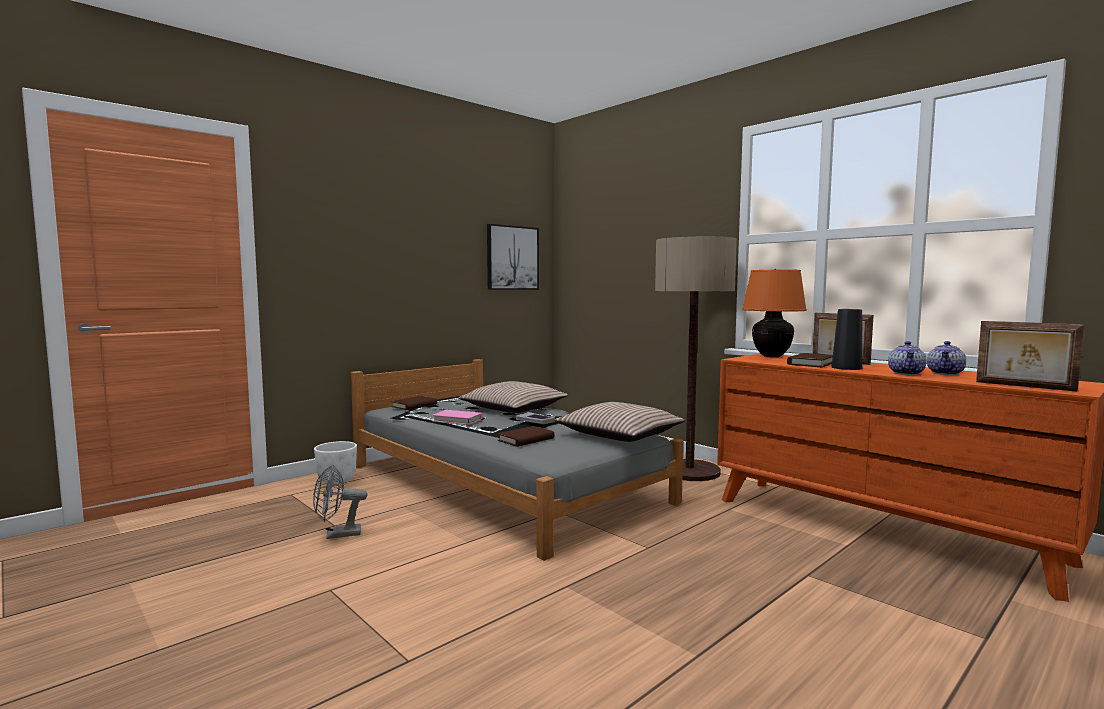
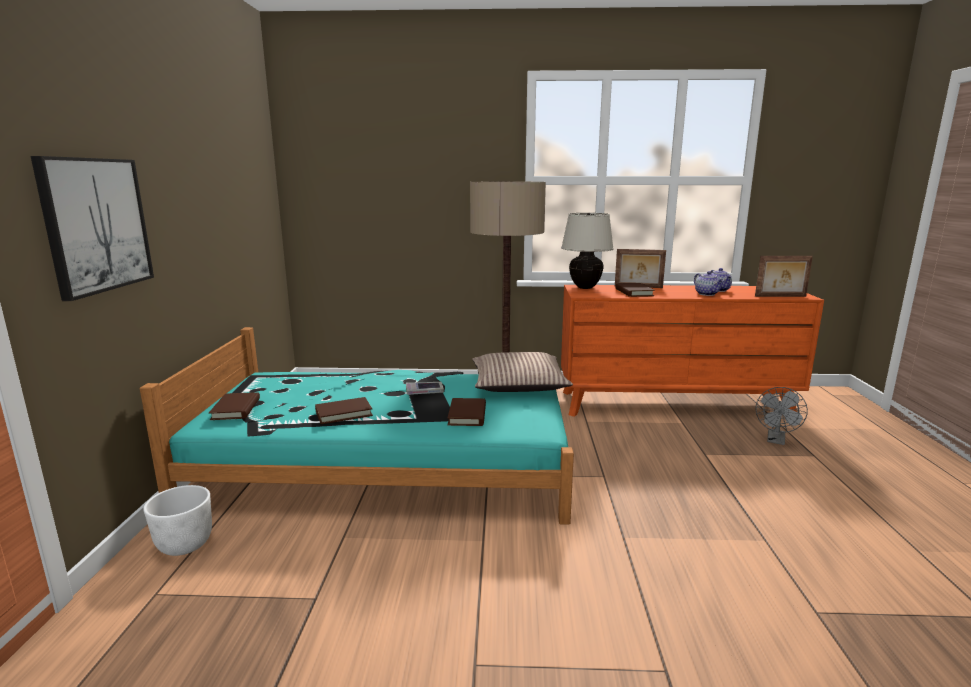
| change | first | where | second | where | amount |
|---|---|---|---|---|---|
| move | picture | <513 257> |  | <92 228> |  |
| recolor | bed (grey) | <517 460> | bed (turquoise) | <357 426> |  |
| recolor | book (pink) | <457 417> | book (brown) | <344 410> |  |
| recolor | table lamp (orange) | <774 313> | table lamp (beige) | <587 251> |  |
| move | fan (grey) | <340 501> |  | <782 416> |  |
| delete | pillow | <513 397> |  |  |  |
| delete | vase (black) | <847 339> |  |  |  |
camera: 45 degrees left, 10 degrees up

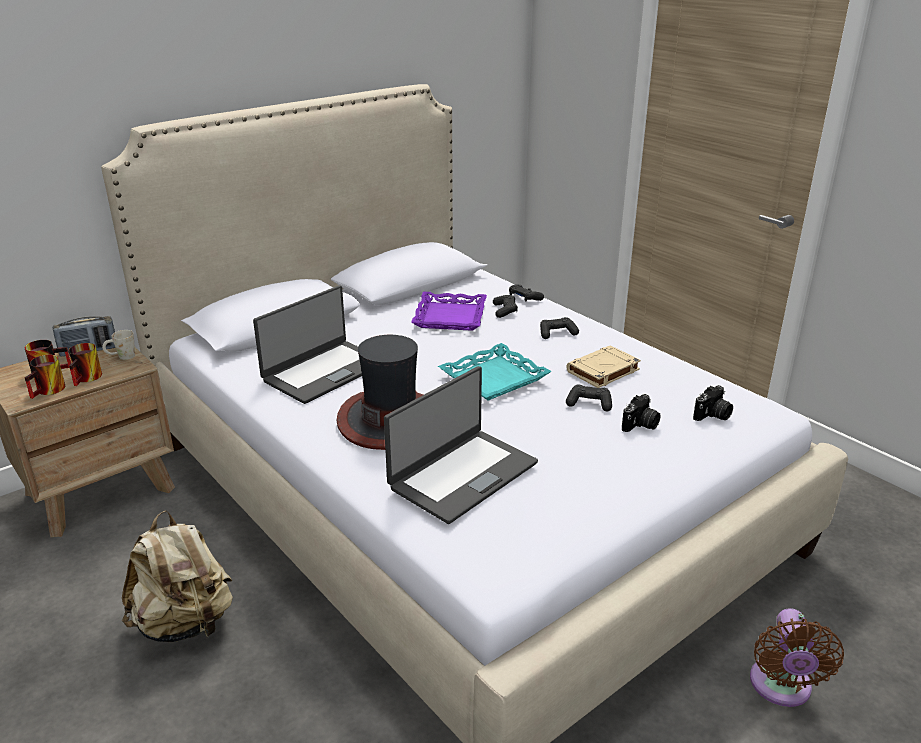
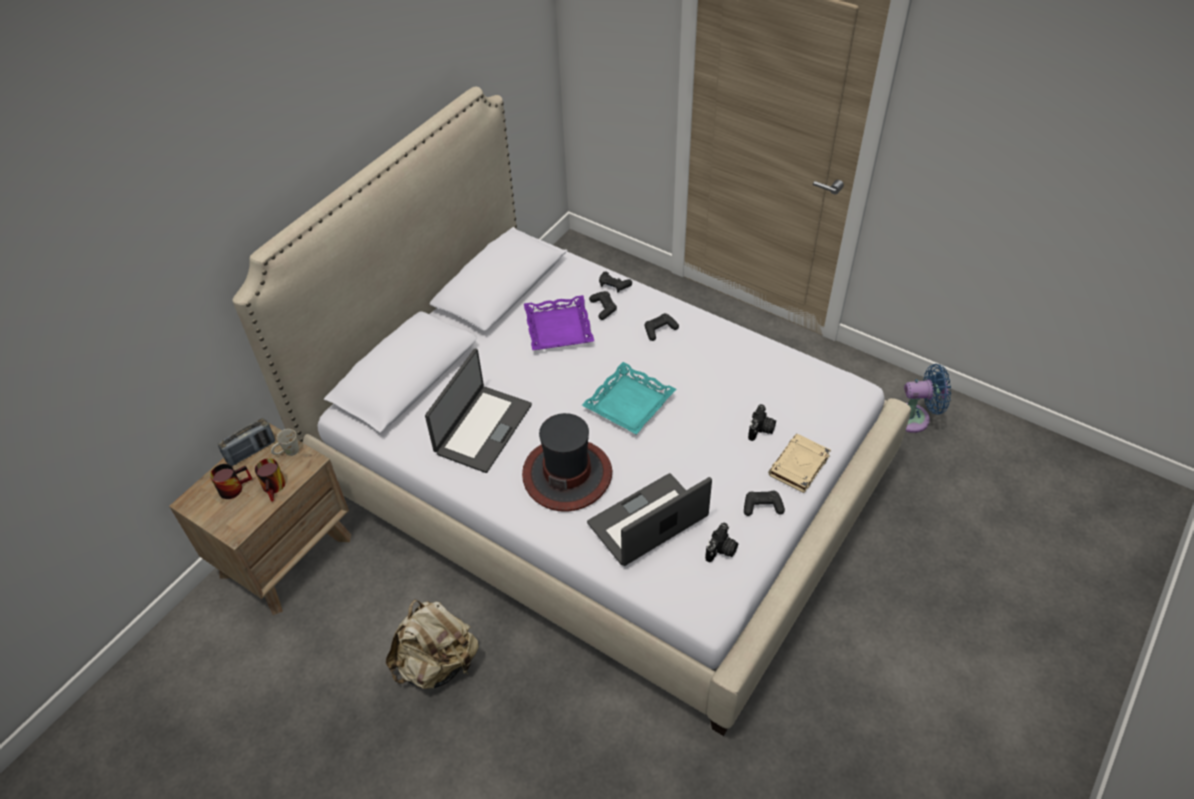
| change | first | where | second | where | amount |
|---|---|---|---|---|---|
| rotate | laptop | <461 445> |  | <649 519> | 150 degrees counterclockwise |
| move | photo camera | <713 403> |  | <721 542> |  |
| move | game controller (black) | <589 397> |  | <764 503> |  |
| move | book (beige) | <603 366> |  | <799 463> |  |
| insert |  |  | fan (blue) | <927 398> |  |
| delete | mug | <44 377> |  |  |  |
| delete | fan (brown) | <797 657> |  |  |  |
camera: 15 degrees left, 20 degrees up

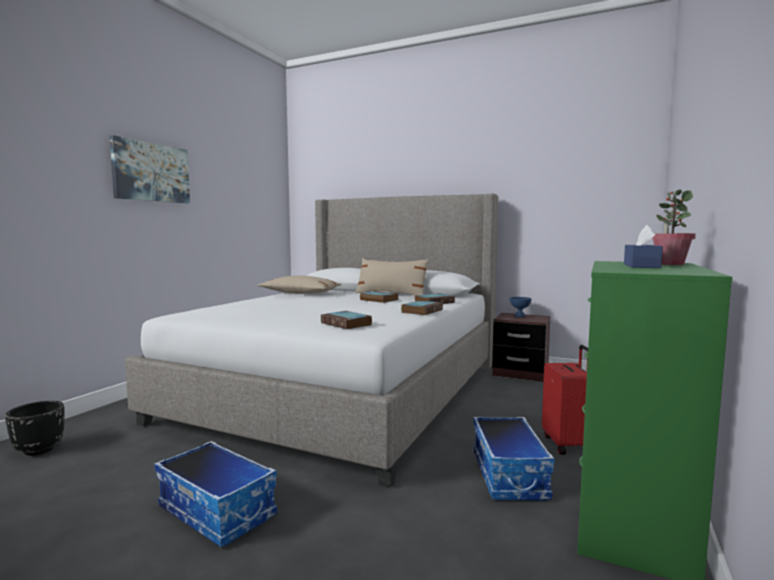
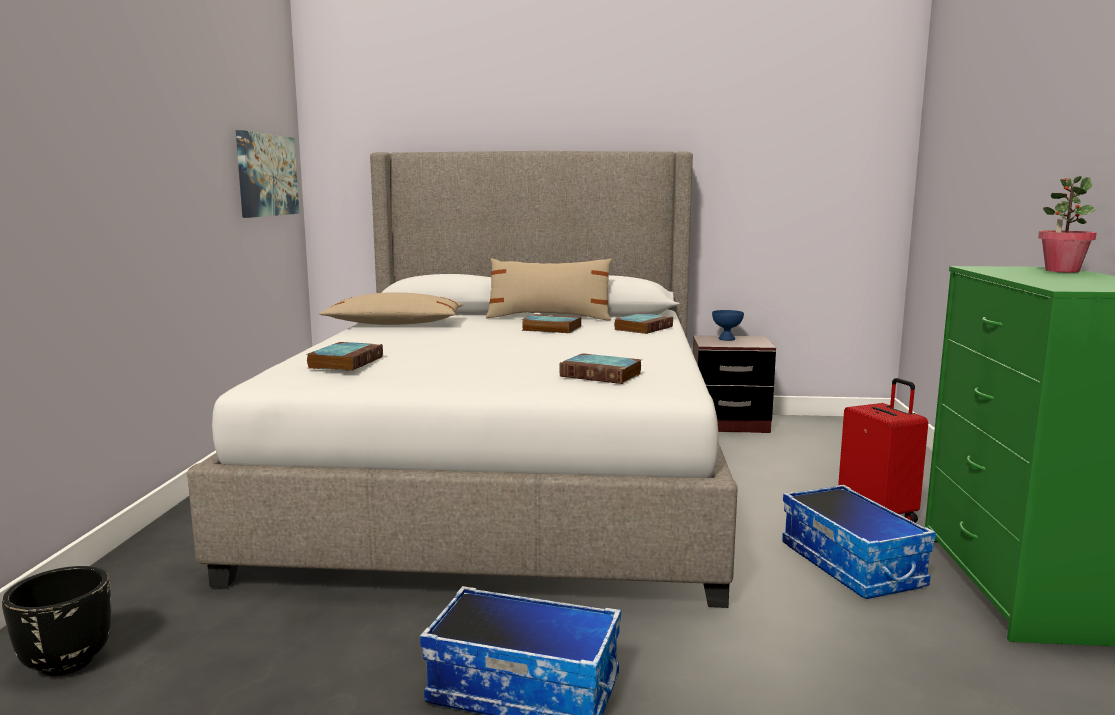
| change | first | where | second | where | amount |
|---|---|---|---|---|---|
| move | picture | <150 169> |  | <267 174> |  |
| move | book | <422 307> |  | <345 356> |  |
| delete | tissue box (blue) | <643 246> |  |  |  |
camera: 20 degrees left, 5 degrees up

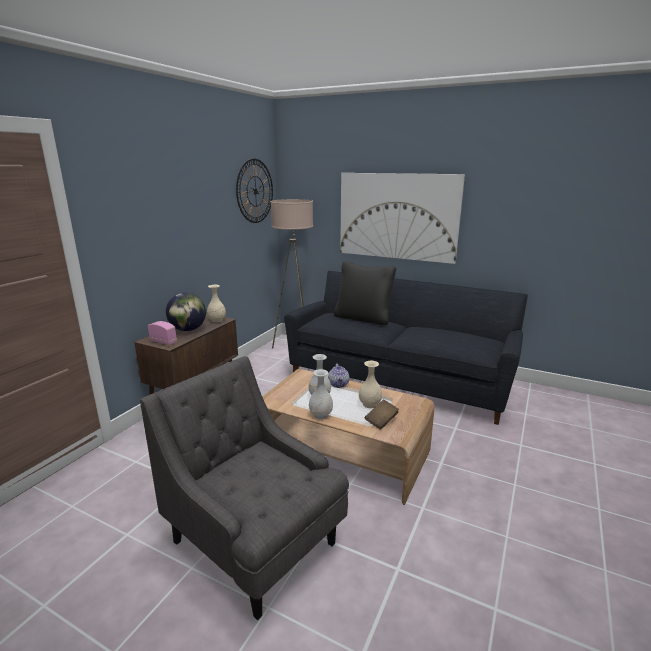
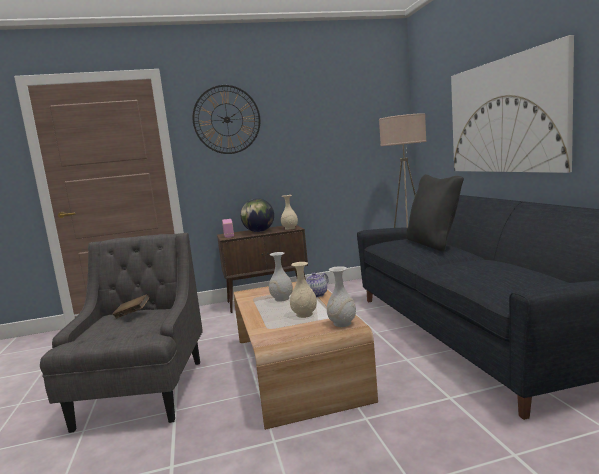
| change | first | where | second | where | amount |
|---|---|---|---|---|---|
| move | book (brown) | <382 414> |  | <130 306> |  |
| move | wall clock | <254 191> |  | <226 119> |  |
| move | vase (white) | <321 394> |  | <341 296> |  |
camera: 50 degrees right, 10 degrees down

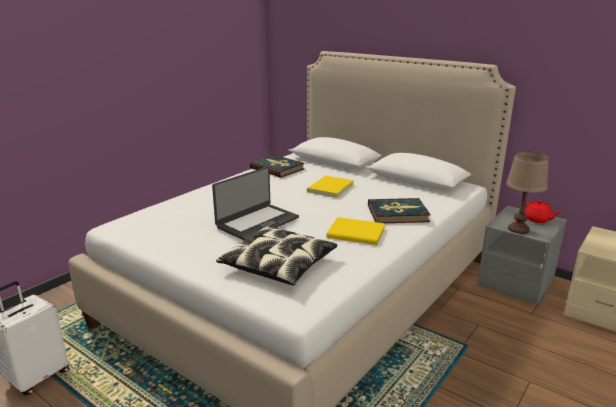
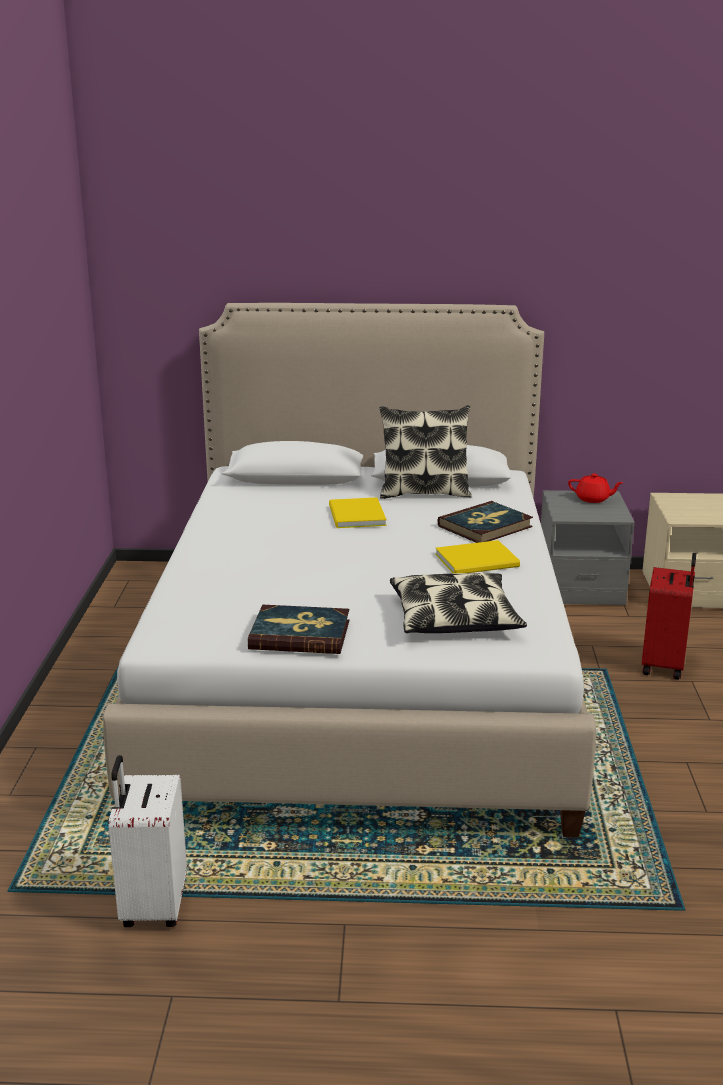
| change | first | where | second | where | amount |
|---|---|---|---|---|---|
| move | book | <277 166> |  | <298 629> |  |
| insert |  |  | pillow | <426 452> |  |
| insert |  |  | suitcase (red) | <669 616> |  |
| delete | laptop | <255 203> |  |  |  |
| delete | table lamp (brown) | <527 192> |  |  |  |
camera: 35 degrees left, 0 degrees up

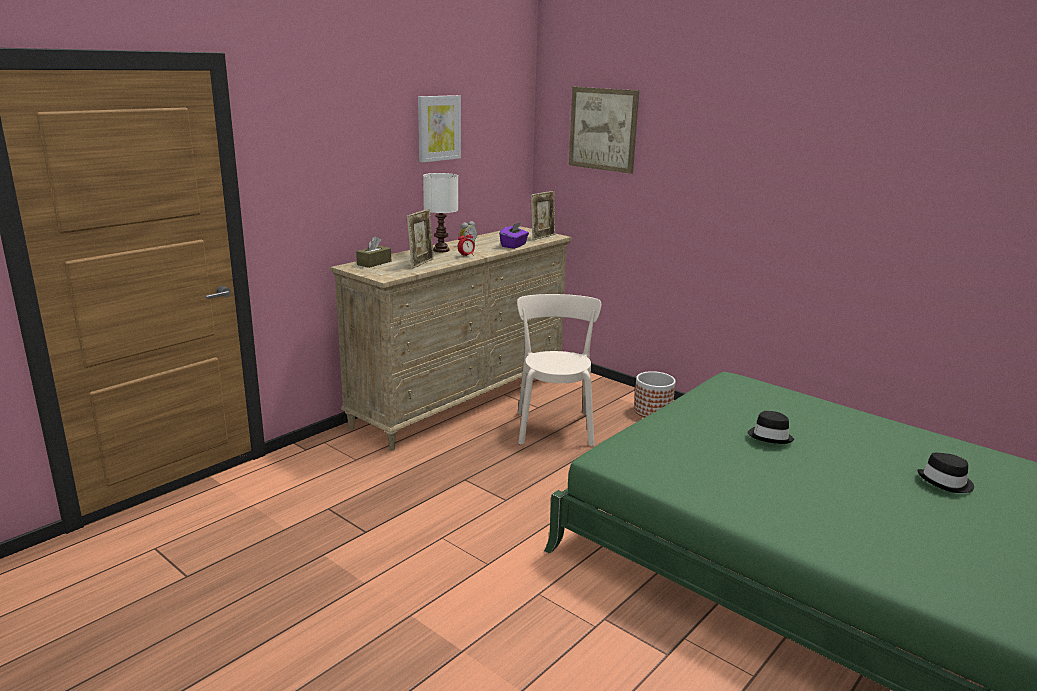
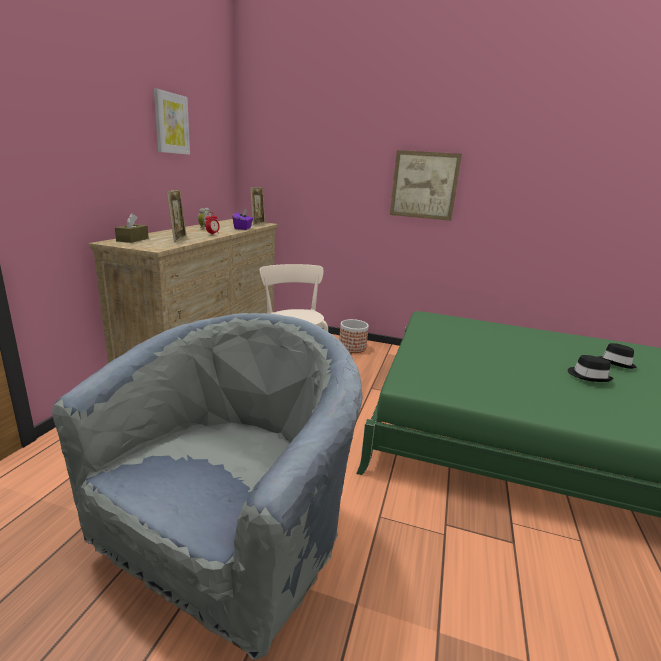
| change | first | where | second | where | amount |
|---|---|---|---|---|---|
| insert |  |  | armchair (grey) | <207 486> |  |
| move | picture | <604 130> |  | <426 185> |  |
| move | hat (black) | <770 427> |  | <590 368> |  |
| delete | table lamp (white) | <440 212> |  |  |  |
camera: 25 degrees left, 0 degrees up

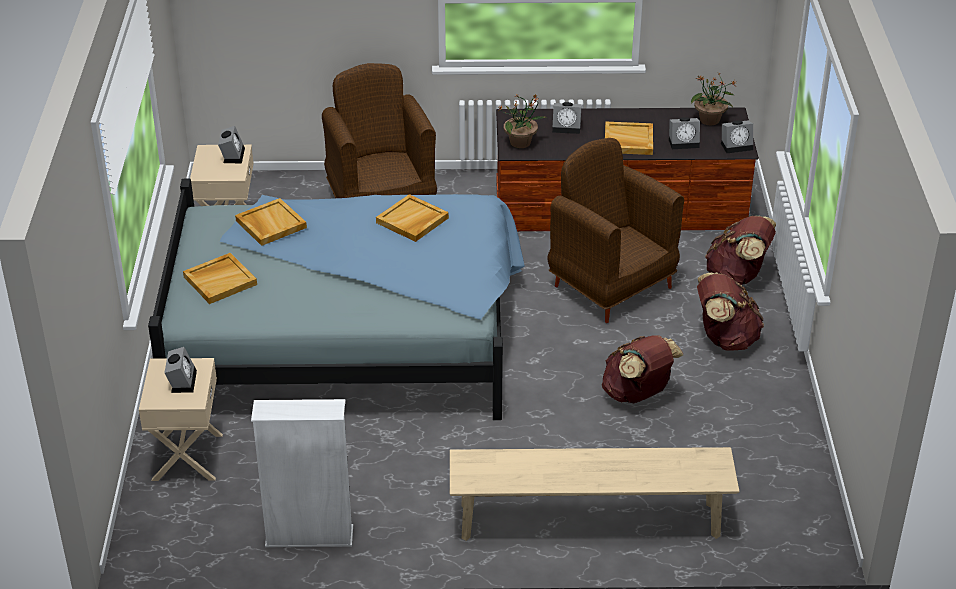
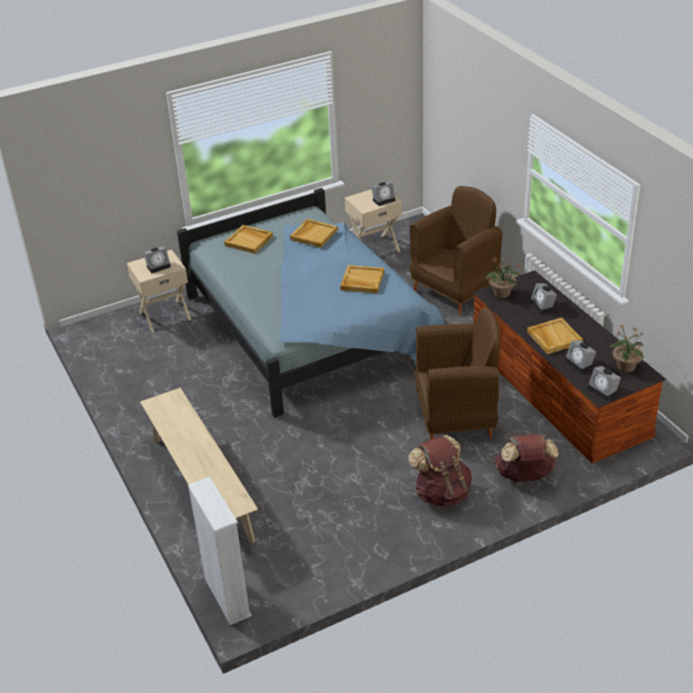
| change | first | where | second | where | amount |
|---|---|---|---|---|---|
| move | bookcase (white) | <302 473> |  | <220 551> |  |
| rotate | armchair (brown) | <615 230> |  | <457 373> | 60 degrees clockwise |
| delete | backpack (brown) | <642 369> |  |  |  |
camera: 65 degrees right, 0 degrees up

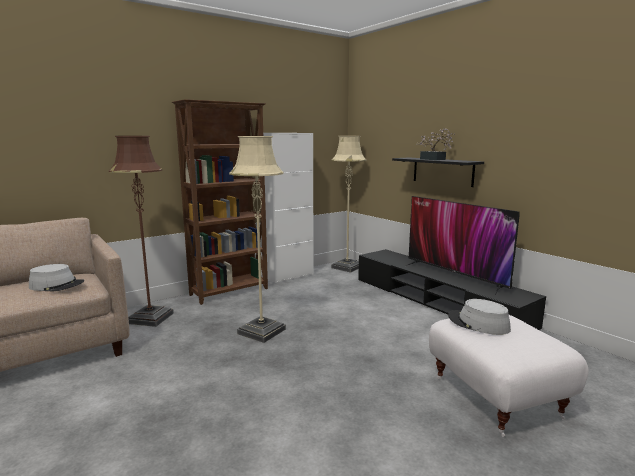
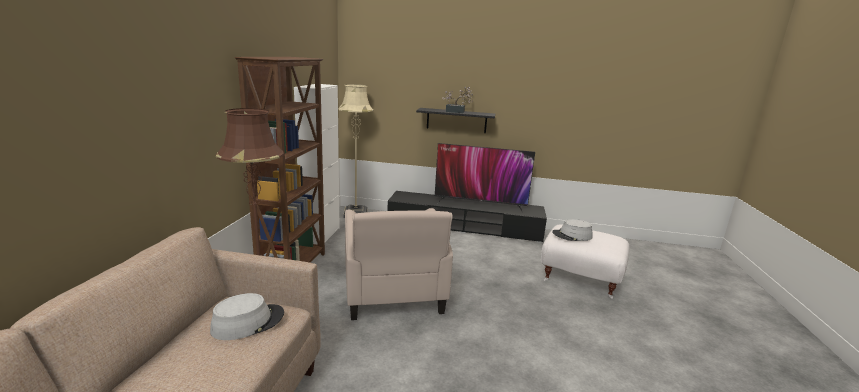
| change | first | where | second | where | amount |
|---|---|---|---|---|---|
| replace | floor lamp (beige) | <257 239> | armchair (beige) | <399 264> |  |
camera: 45 degrees left, 5 degrees up

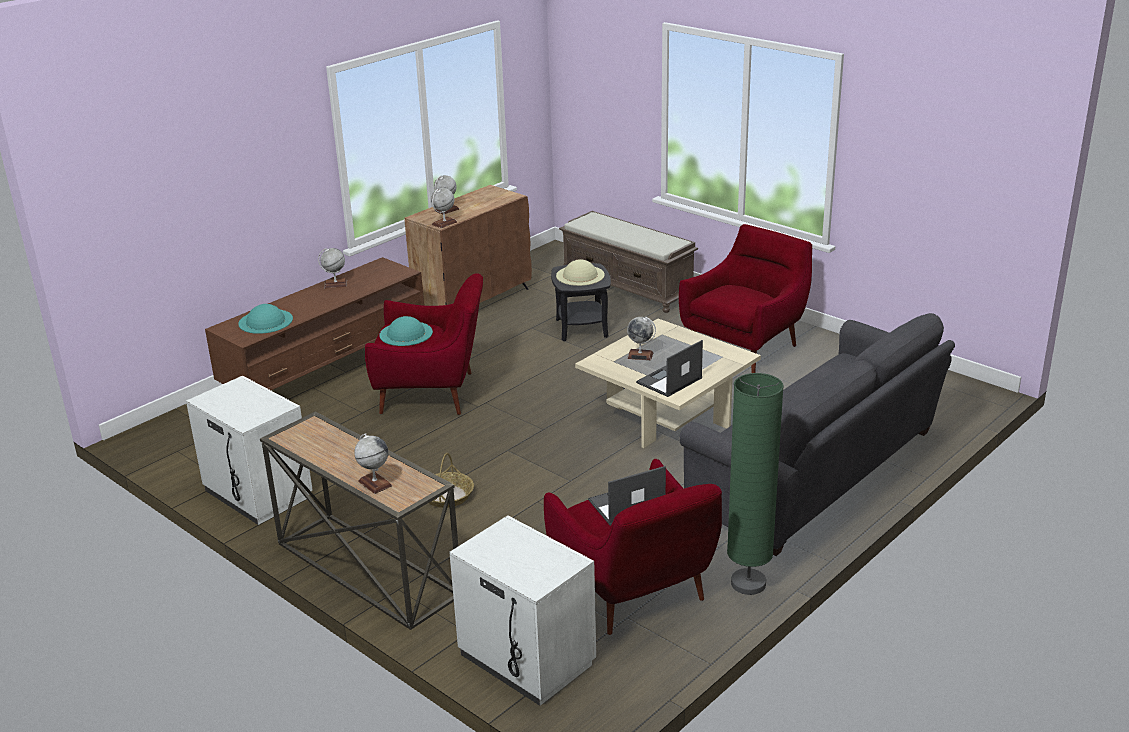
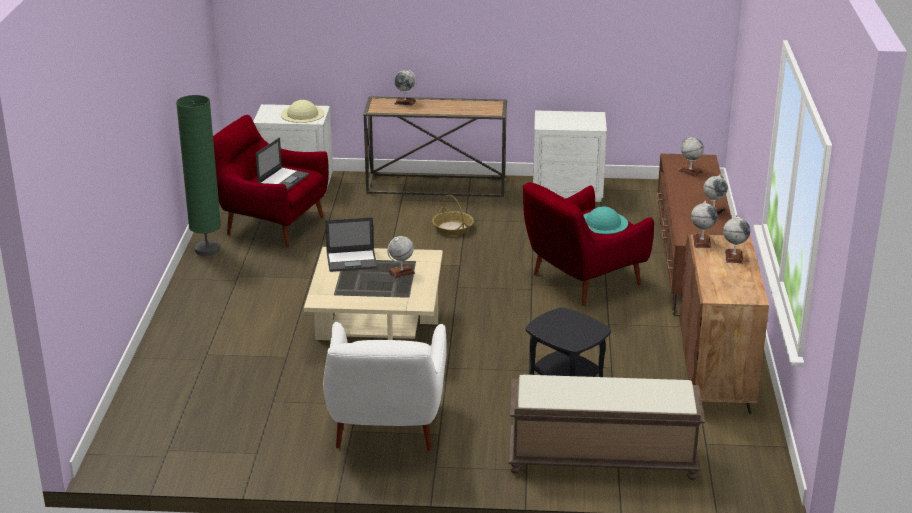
| change | first | where | second | where | amount |
|---|---|---|---|---|---|
| move | hat (beige) | <580 272> |  | <303 111> |  |
| recolor | armchair (red) | <745 298> | armchair (white) | <385 386> |  |
| rotate | laptop | <669 368> |  | <351 244> | 75 degrees clockwise |
| replace | hat (turquoise) | <265 319> | globe | <691 156> |  |
| delete | sofa (grey) | <817 434> |  |  |  |
camera: 140 degrees right, 0 degrees up

